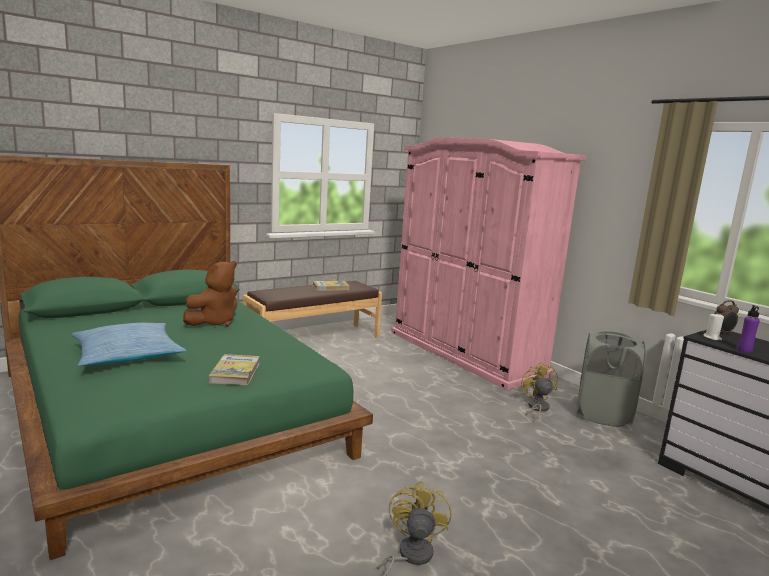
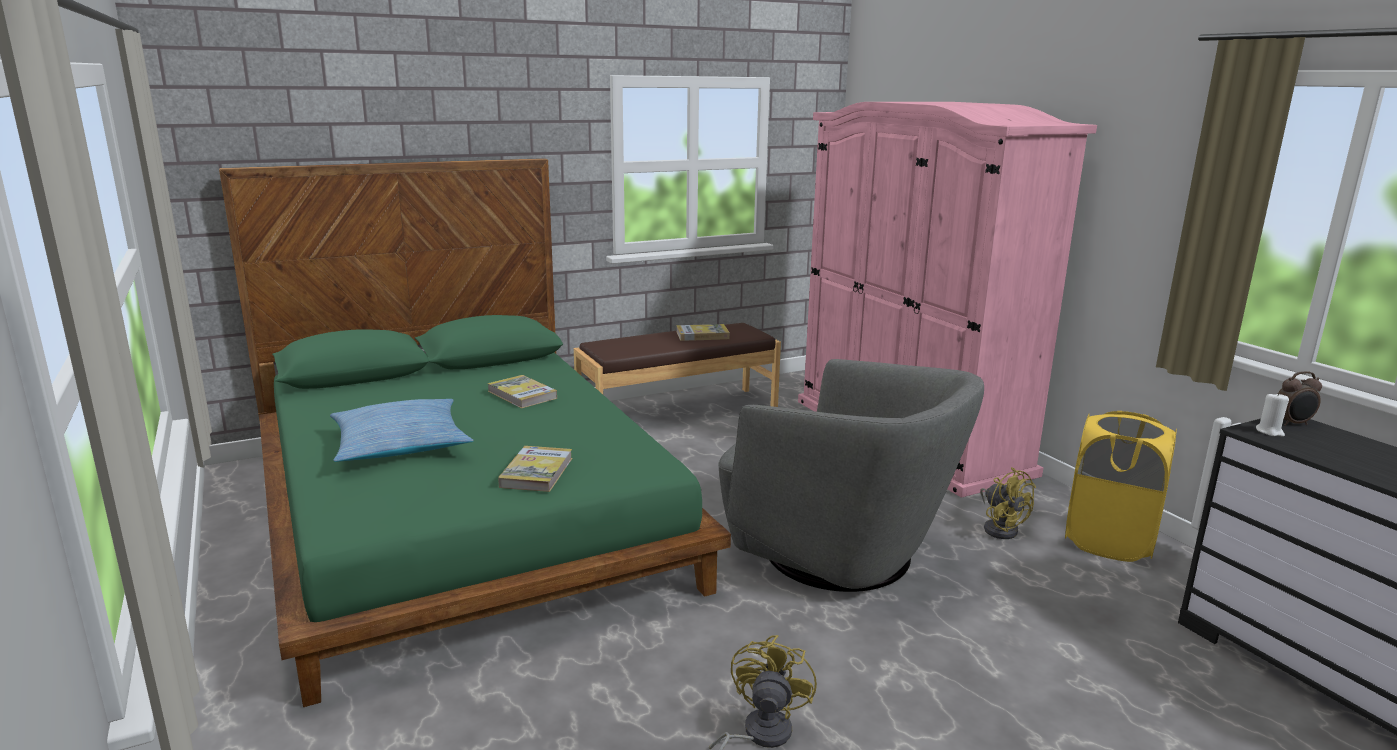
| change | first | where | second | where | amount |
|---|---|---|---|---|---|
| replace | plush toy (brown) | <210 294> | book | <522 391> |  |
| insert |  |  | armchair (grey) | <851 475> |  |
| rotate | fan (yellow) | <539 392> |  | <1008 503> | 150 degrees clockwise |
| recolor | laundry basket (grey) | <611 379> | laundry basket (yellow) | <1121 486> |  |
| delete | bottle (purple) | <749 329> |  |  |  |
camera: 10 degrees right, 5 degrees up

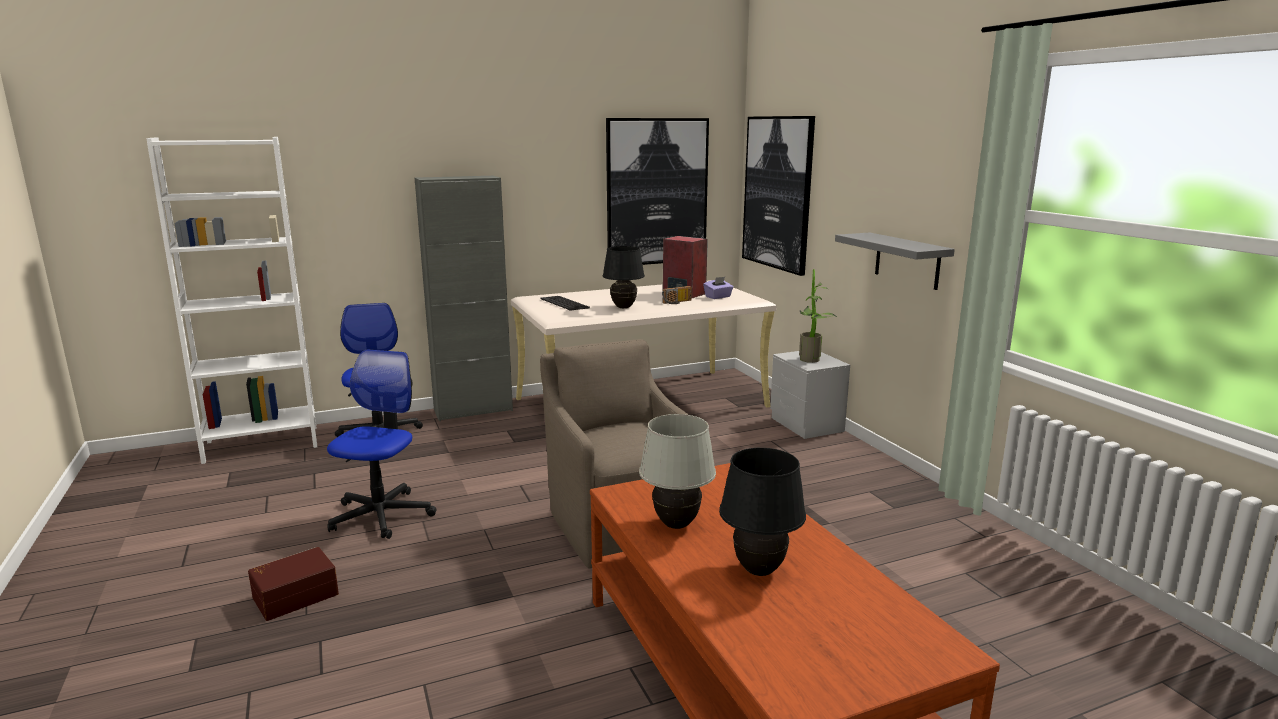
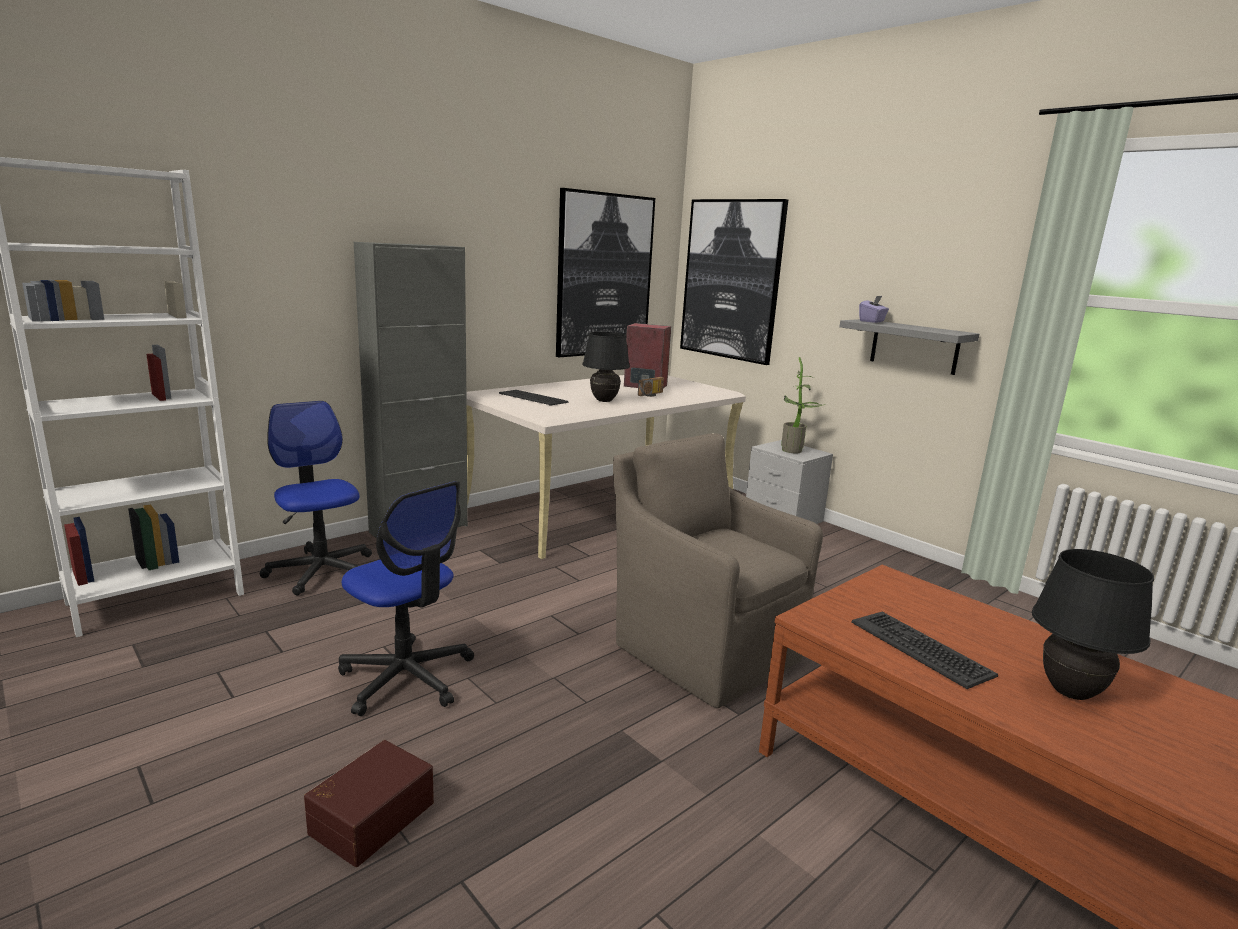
| change | first | where | second | where | amount |
|---|---|---|---|---|---|
| rotate | office chair | <382 444> |  | <406 598> | 135 degrees clockwise |
| replace | table lamp (white) | <677 471> | keyboard | <924 650> |  |
| move | tissue box (purple) | <718 288> |  | <874 309> |  |
camera: 20 degrees left, 0 degrees up

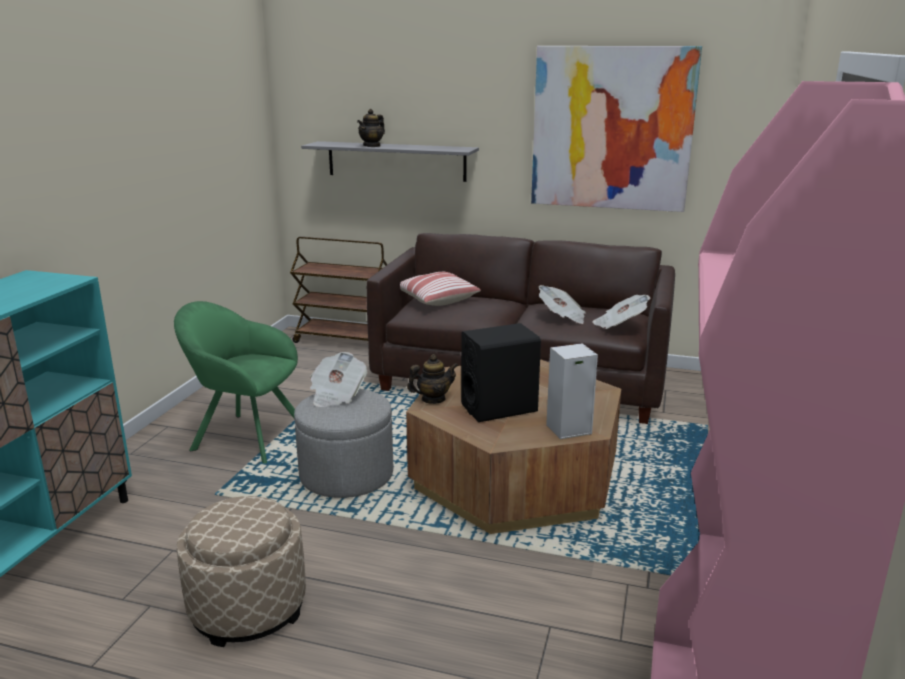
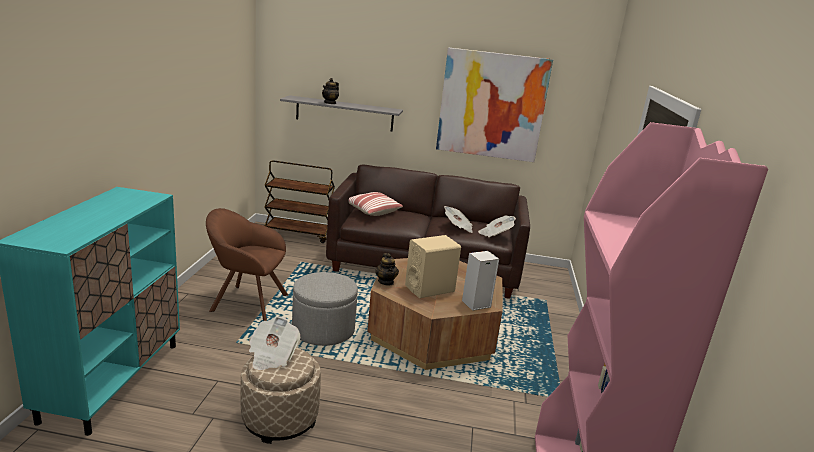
| change | first | where | second | where | amount |
|---|---|---|---|---|---|
| recolor | armchair (green) | <236 382> | armchair (brown) | <247 264> |  |
| move | newspaper | <338 379> |  | <274 343> |  |
| rotate | teapot | <432 379> |  | <387 269> | 105 degrees clockwise |
| recolor | speaker (black) | <501 372> | speaker (beige) | <433 266> |  |
camera: 10 degrees left, 0 degrees up

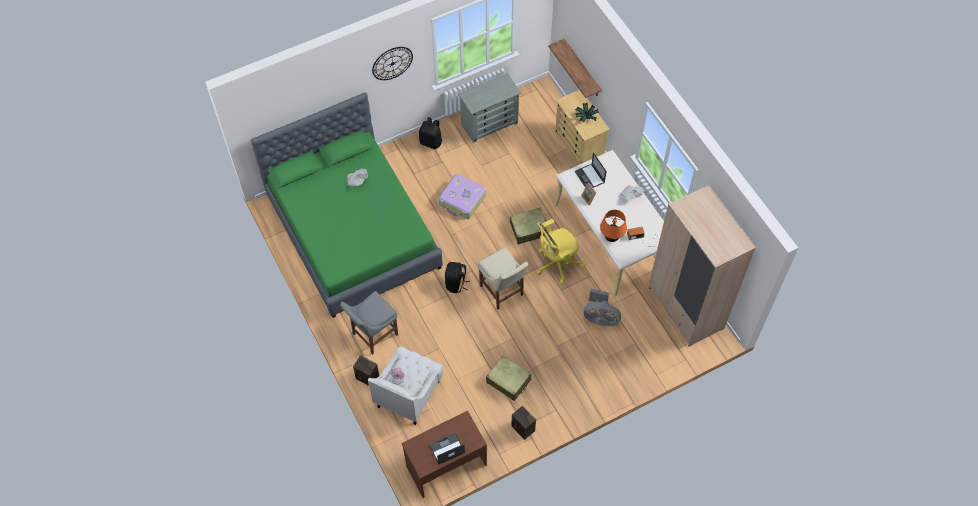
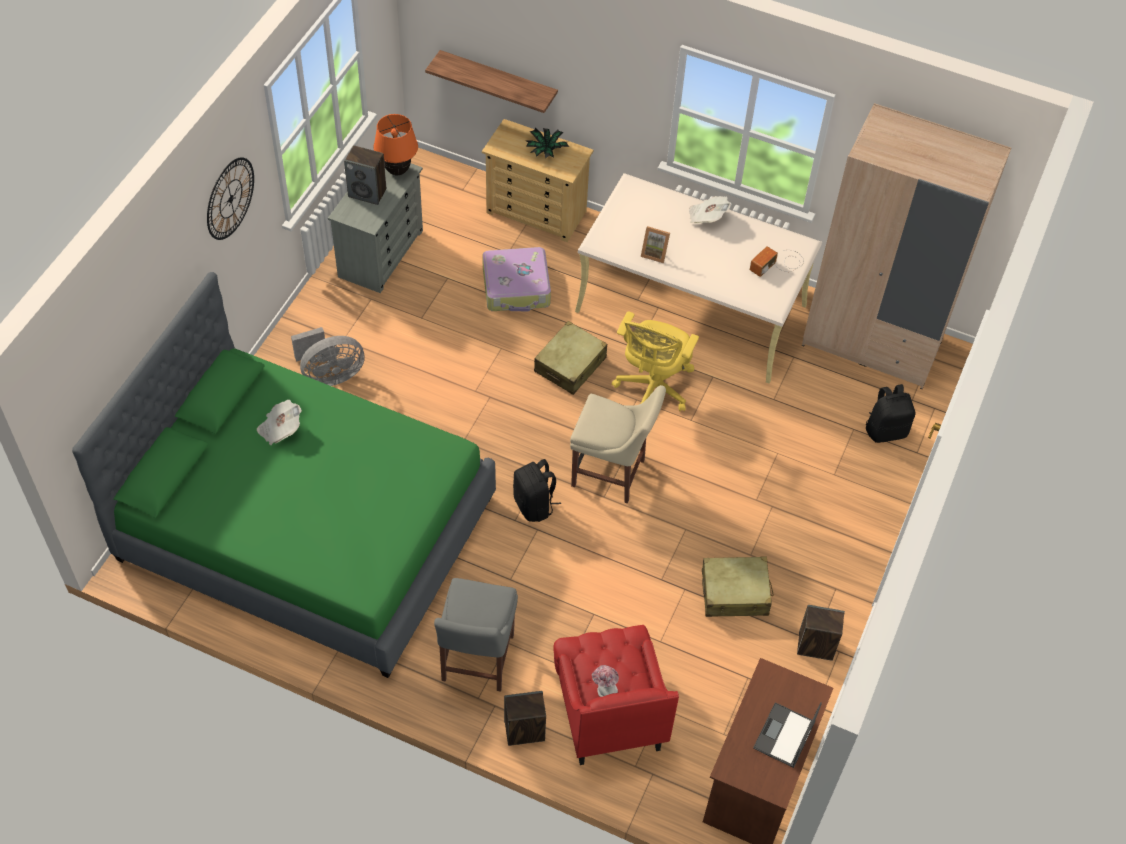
| change | first | where | second | where | amount |
|---|---|---|---|---|---|
| move | fan (grey) | <602 307> |  | <328 356> |  |
| insert |  |  | speaker | <365 175> |  |
| move | table lamp (orange) | <613 226> |  | <395 144> |  |
| move | suitcase | <462 196> |  | <516 279> |  |
| recolor | armchair (white) | <405 385> | armchair (red) | <616 695> |  |
| move | backpack (black) | <430 133> |  | <891 413> |  |
| delete | laptop | <591 170> |  |  |  |
camera: 40 degrees left, 5 degrees down

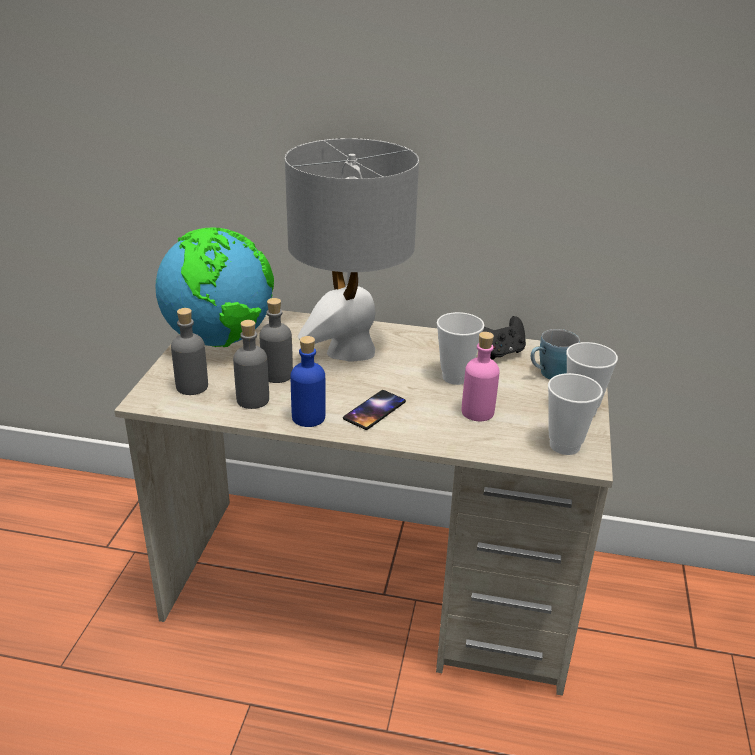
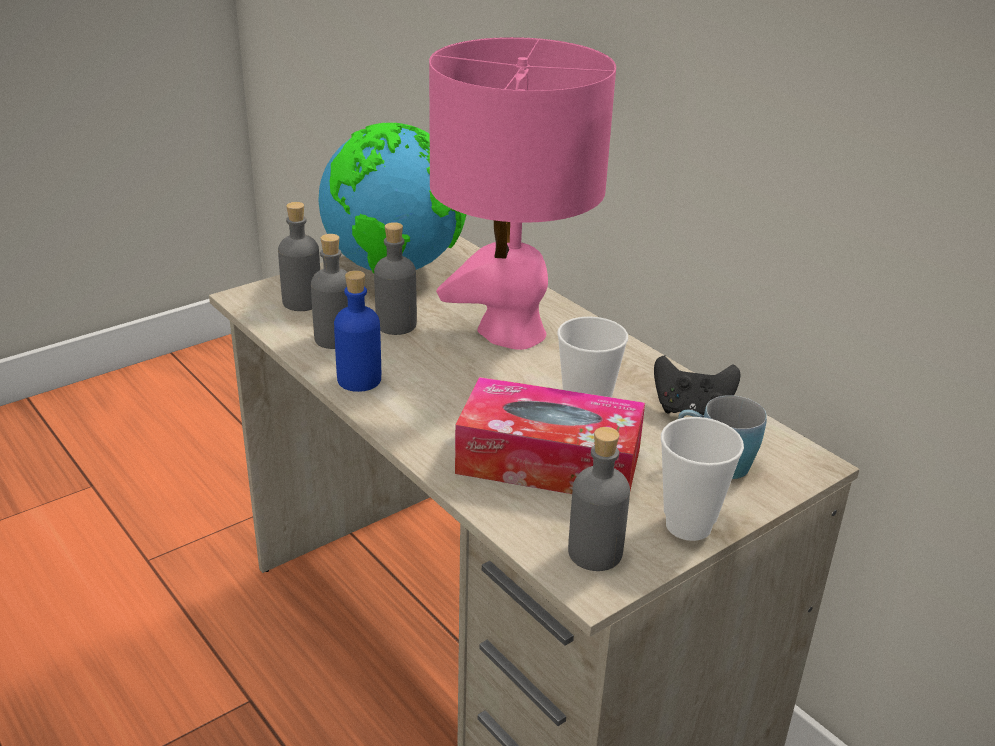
| change | first | where | second | where | amount |
|---|---|---|---|---|---|
| recolor | table lamp (grey) | <352 250> | table lamp (pink) | <522 193> |  |
| replace | bottle (pink) | <481 376> | tissue box | <550 435> |  |
| replace | cup | <575 414> | bottle (grey) | <599 499> |  |
| delete | phone | <374 410> |  |  |  |
camera: 40 degrees right, 0 degrees up

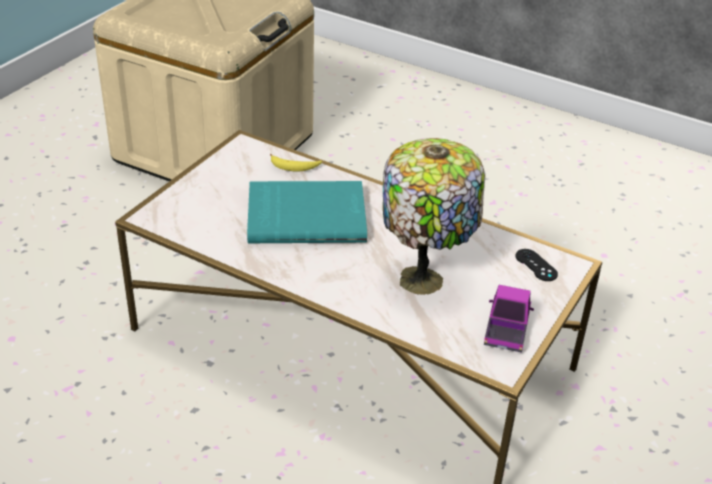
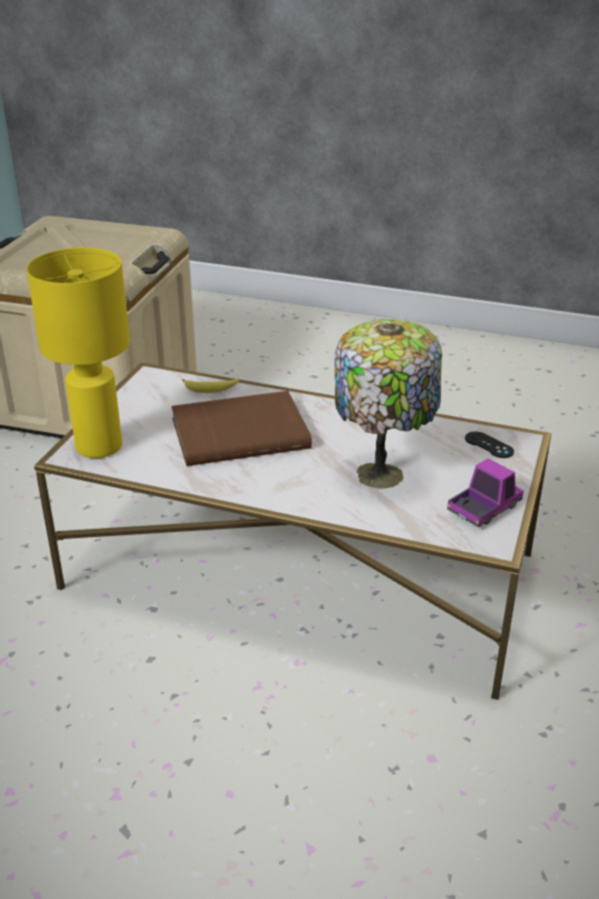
| change | first | where | second | where | amount |
|---|---|---|---|---|---|
| insert |  |  | table lamp (yellow) | <78 353> |  |
| recolor | book (turquoise) | <307 212> | book (brown) | <241 428> |  |
| rotate | toy truck | <509 319> |  | <485 492> | 45 degrees clockwise |
camera: 10 degrees left, 5 degrees down

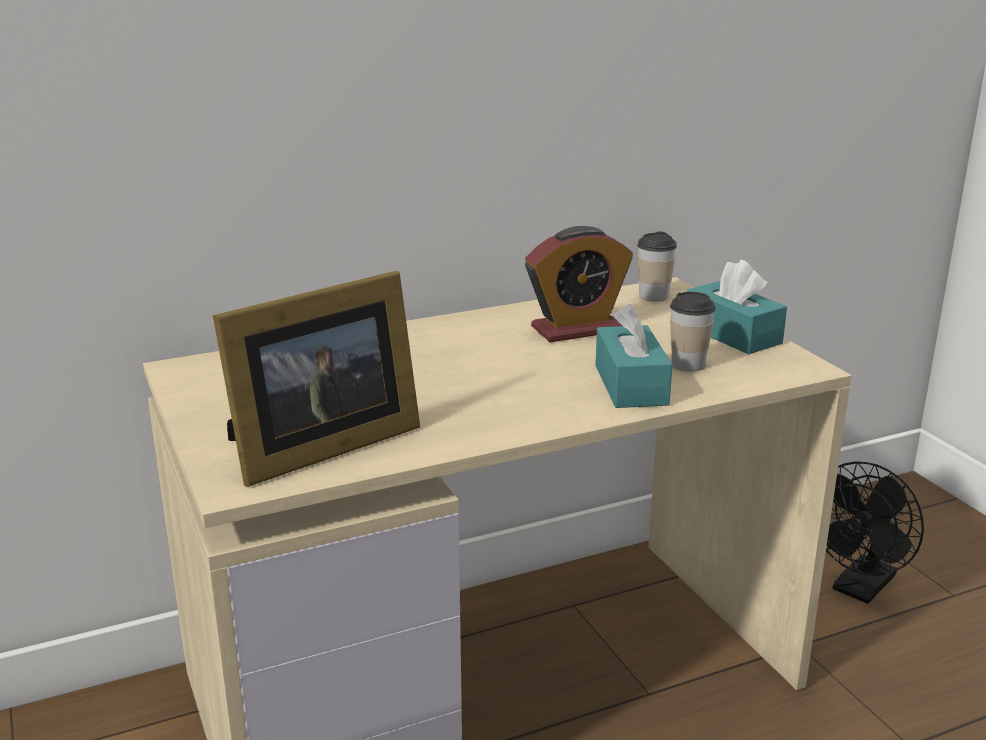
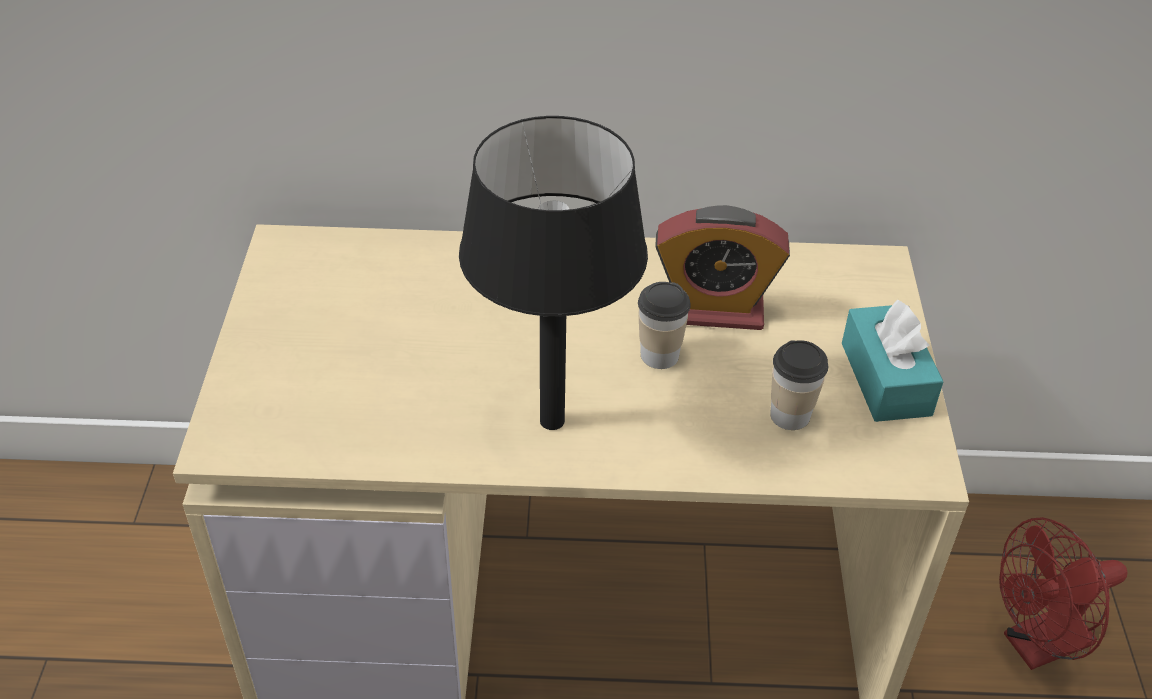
| change | first | where | second | where | amount |
|---|---|---|---|---|---|
| insert |  |  | table lamp (black) | <553 273> |  |
| move | cup | <657 266> |  | <664 325> |  |
| recolor | fan (black) | <875 532> | fan (red) | <1063 593> |  |
| delete | picture frame | <316 379> |  |  |  |
| delete | tissue box (turquoise) | <633 356> |  |  |  |
camera: 25 degrees right, 20 degrees up

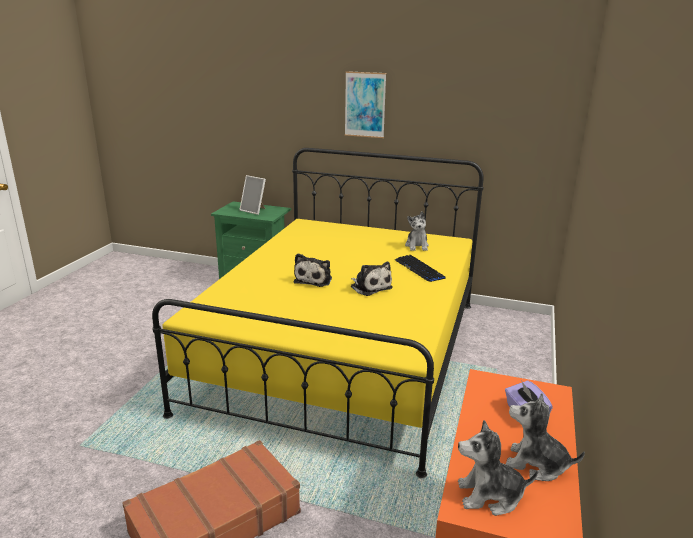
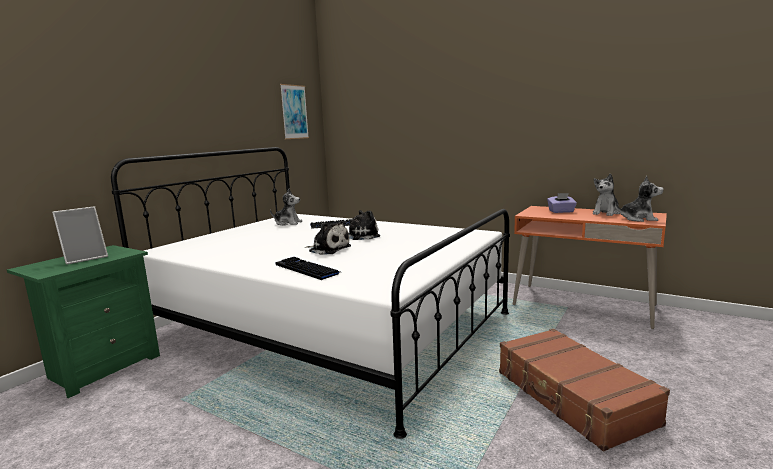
| change | first | where | second | where | amount |
|---|---|---|---|---|---|
| recolor | bed (yellow) | <318 313> | bed (white) | <310 293> |  |
| insert |  |  | keyboard | <308 268> |  |
| move | picture | <365 104> |  | <294 111> |  |
| rotate | plush toy | <498 468> |  | <639 199> | 90 degrees counterclockwise |
camera: 75 degrees left, 10 degrees down

